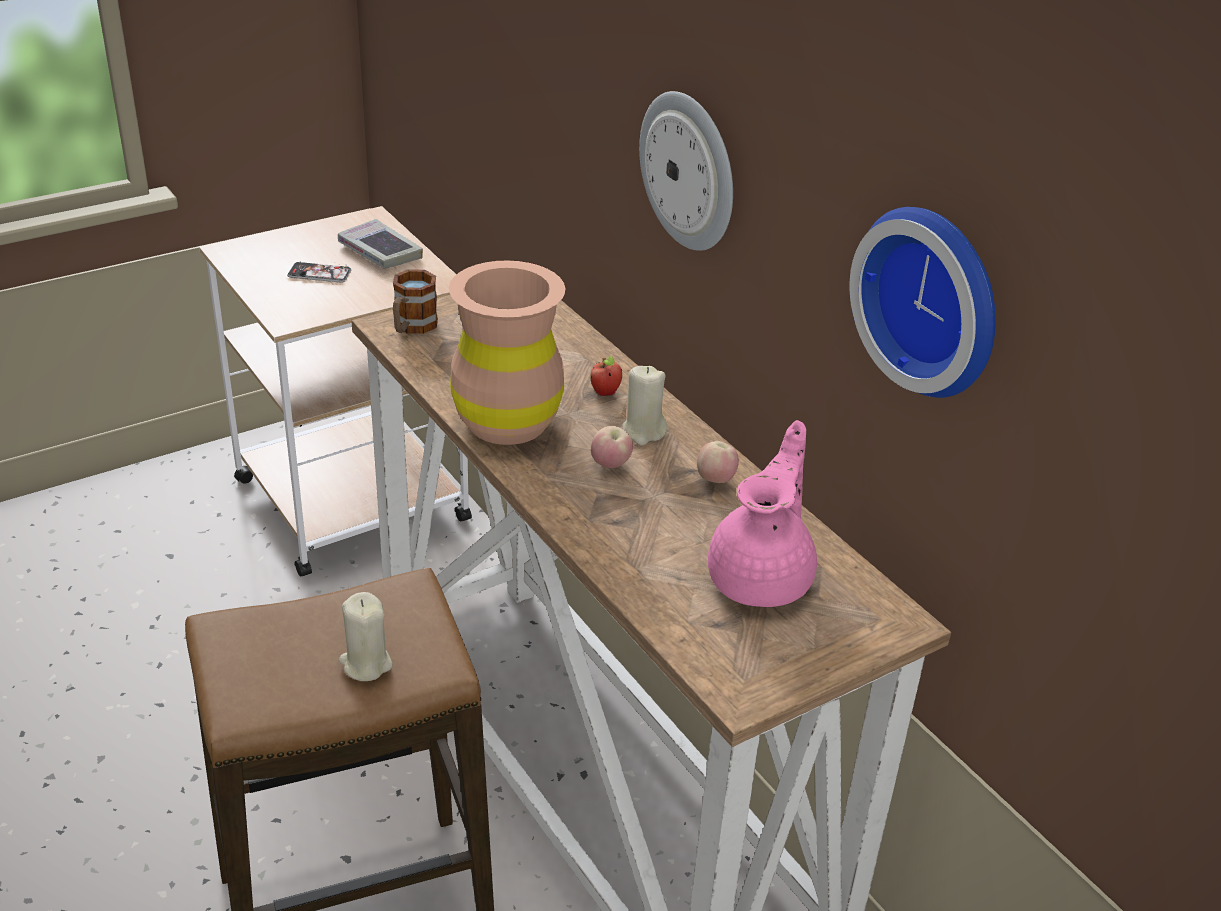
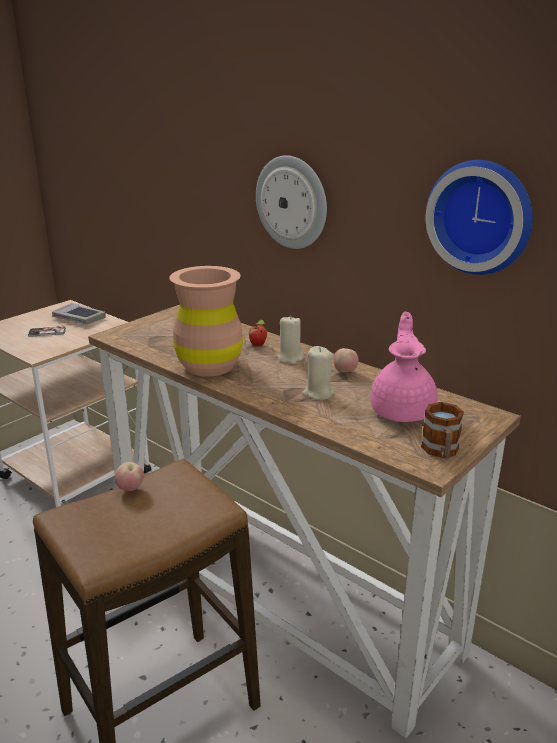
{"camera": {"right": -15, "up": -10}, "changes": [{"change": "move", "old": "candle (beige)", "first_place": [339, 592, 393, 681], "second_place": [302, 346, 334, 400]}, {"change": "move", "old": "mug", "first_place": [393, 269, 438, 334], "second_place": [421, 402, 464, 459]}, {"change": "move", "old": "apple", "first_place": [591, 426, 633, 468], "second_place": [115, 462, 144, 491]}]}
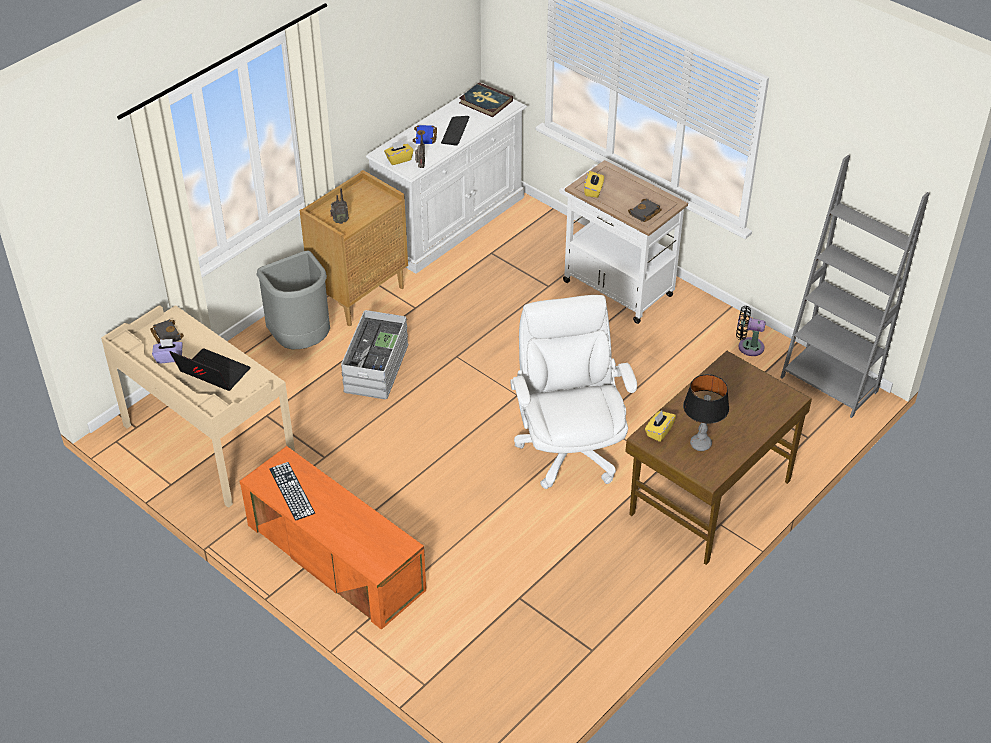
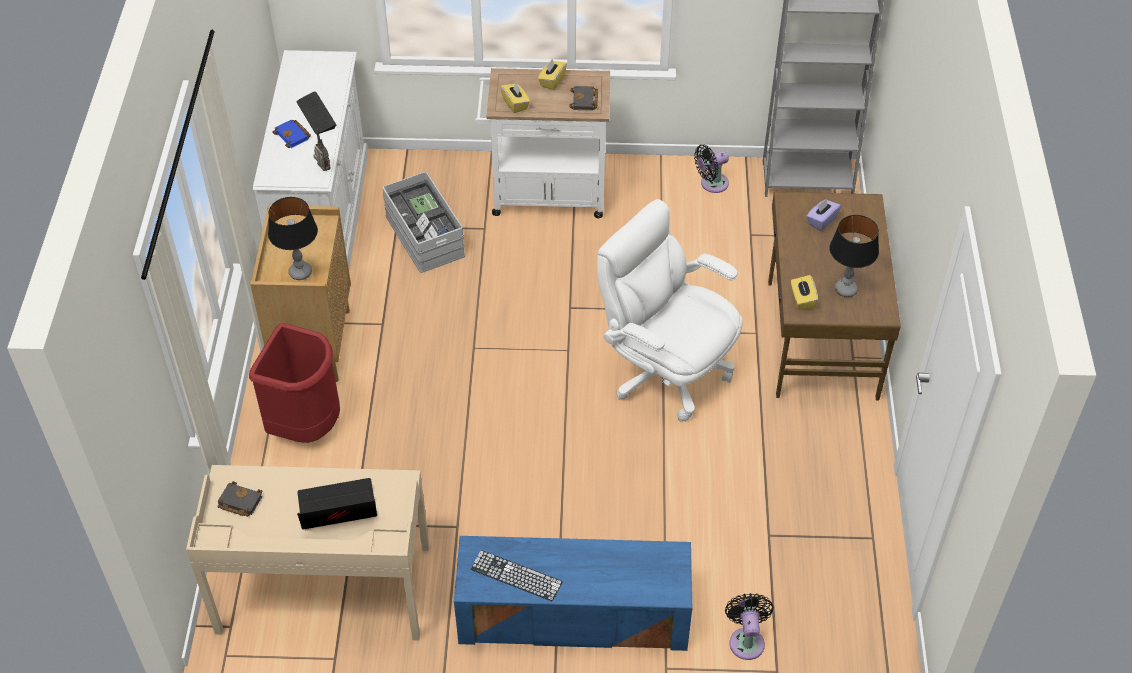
{"camera": {"right": -40, "up": 5}, "changes": [{"change": "move", "old": "tissue box (purple)", "first_place": [152, 339, 182, 363], "second_place": [807, 198, 841, 231]}, {"change": "recolor", "old": "bench (orange)", "new": "bench (blue)", "first_place": [239, 446, 426, 630], "second_place": [454, 536, 692, 651]}, {"change": "recolor", "old": "trash can (grey)", "new": "trash can (red)", "first_place": [256, 251, 330, 349], "second_place": [249, 323, 340, 443]}, {"change": "replace", "old": "radio", "new": "table lamp", "first_place": [330, 188, 348, 224], "second_place": [268, 197, 318, 280]}, {"change": "move", "old": "storage box (grey)", "first_place": [341, 310, 408, 399], "second_place": [383, 172, 465, 273]}, {"change": "move", "old": "tissue box (yellow)", "first_place": [384, 140, 413, 165], "second_place": [538, 58, 567, 90]}, {"change": "delete", "old": "book", "first_place": [459, 82, 513, 117]}, {"change": "insert", "new": "fan (black)", "second_place": [725, 593, 774, 660]}]}
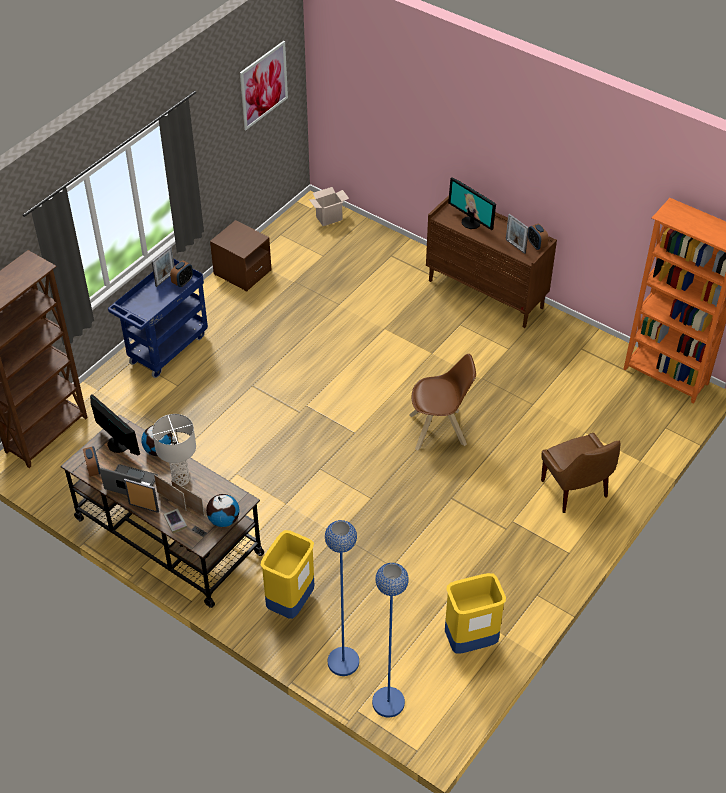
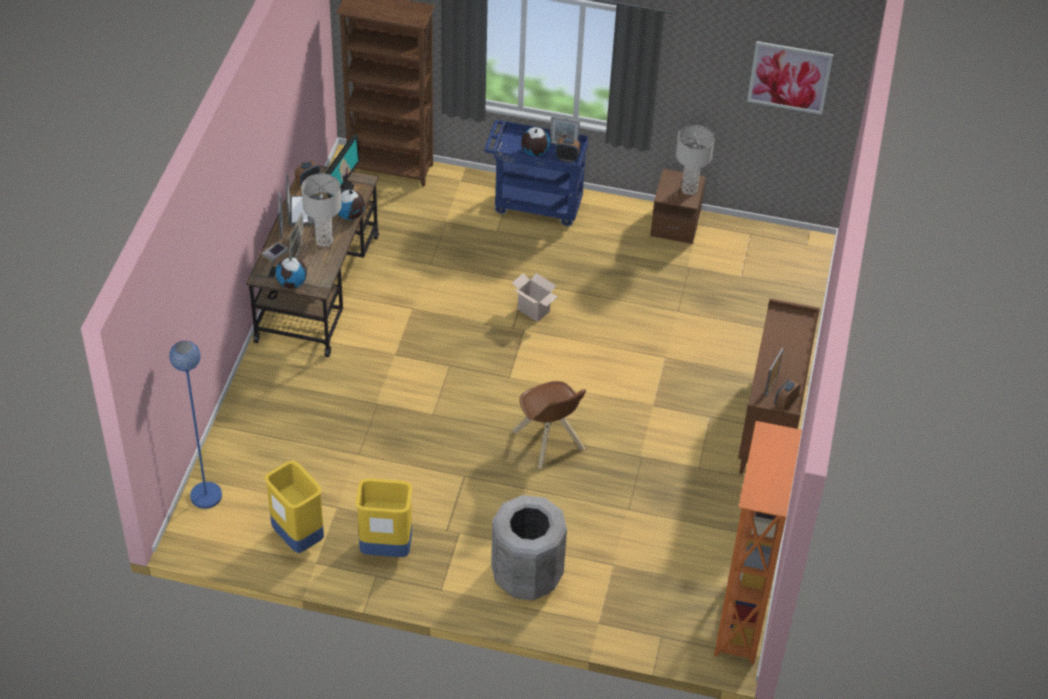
{"camera": {"right": 65, "up": 0}, "changes": [{"change": "move", "old": "trash can (yellow)", "first_place": [260, 530, 314, 619], "second_place": [355, 478, 413, 557]}, {"change": "move", "old": "cardboard box", "first_place": [309, 187, 349, 226], "second_place": [512, 273, 558, 322]}, {"change": "delete", "old": "floor lamp (blue)", "first_place": [325, 520, 359, 676]}, {"change": "delete", "old": "monitor", "first_place": [448, 177, 496, 230]}, {"change": "replace", "old": "chair (brown)", "new": "trash can (grey)", "first_place": [541, 433, 621, 513], "second_place": [491, 495, 567, 601]}, {"change": "insert", "new": "globe", "second_place": [521, 127, 550, 157]}, {"change": "insert", "new": "table lamp (white)", "second_place": [676, 125, 715, 195]}]}
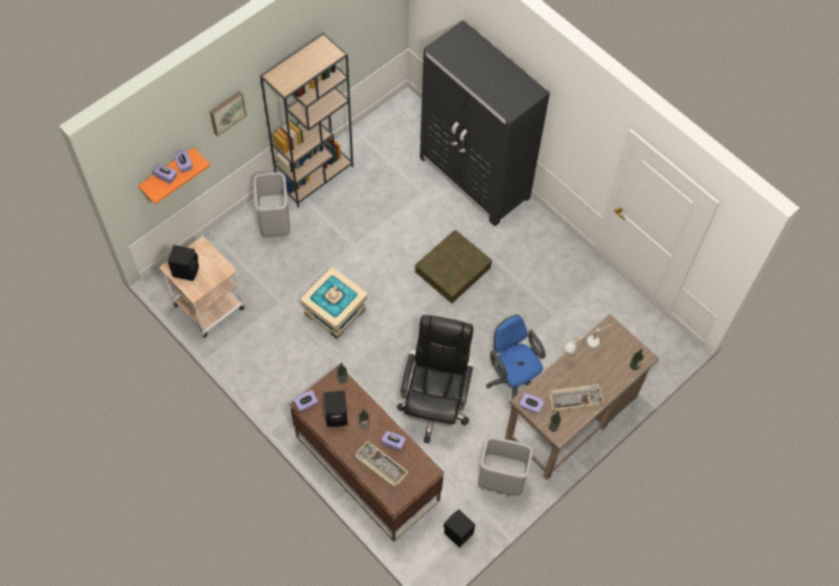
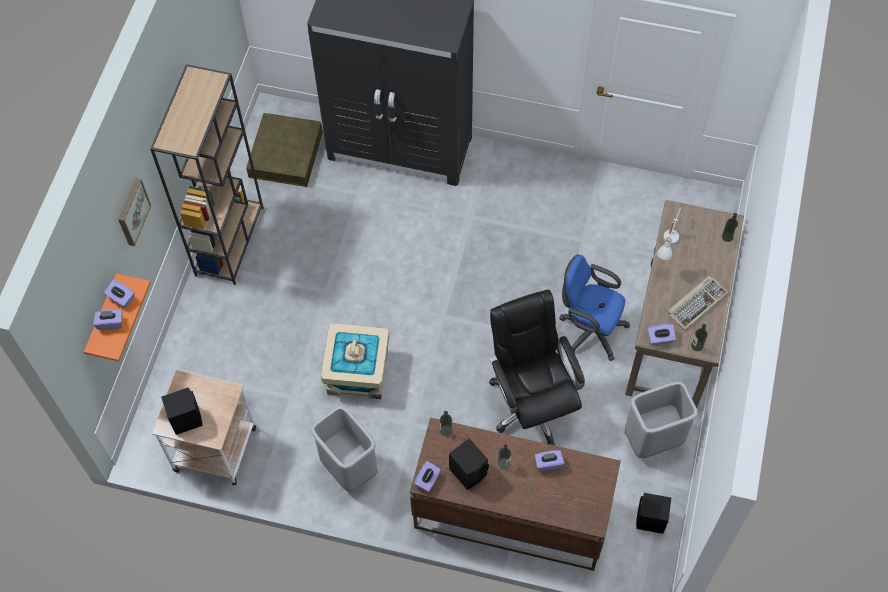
{"camera": {"right": -30, "up": 0}, "changes": [{"change": "move", "old": "trash can (grey)", "first_place": [253, 172, 290, 238], "second_place": [311, 406, 378, 493]}, {"change": "delete", "old": "keyboard", "first_place": [355, 440, 409, 487]}, {"change": "move", "old": "storage box (brown)", "first_place": [415, 230, 492, 304], "second_place": [246, 113, 323, 187]}]}
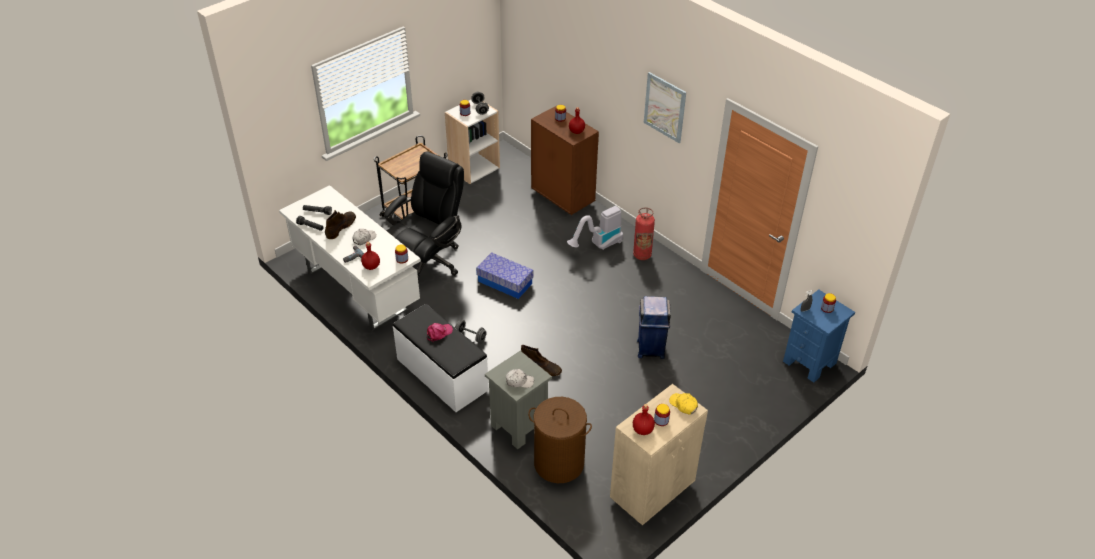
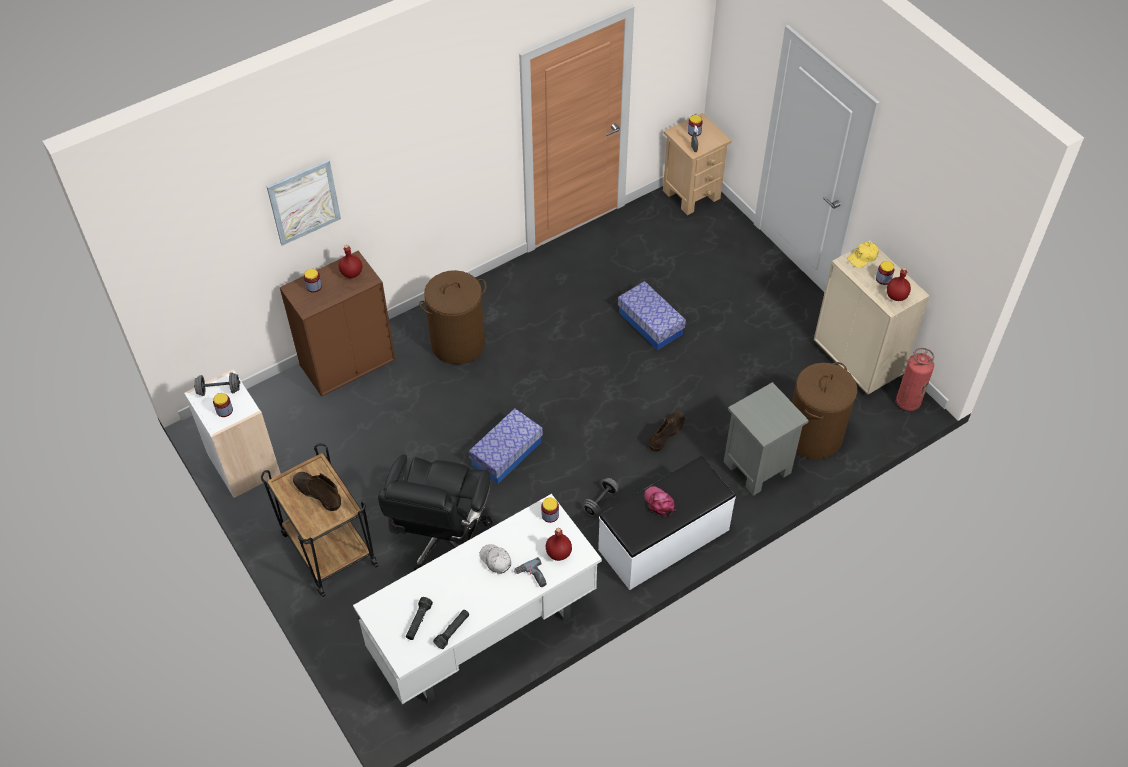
{"camera": {"right": -80, "up": 10}, "changes": [{"change": "move", "old": "boot (brown)", "first_place": [325, 210, 356, 239], "second_place": [293, 472, 341, 511]}, {"change": "rotate", "old": "office chair (black)", "first_place": [384, 151, 464, 284], "second_place": [378, 454, 493, 572], "degrees": -120}, {"change": "delete", "old": "cap (white)", "first_place": [506, 369, 534, 388]}, {"change": "replace", "old": "vacuum cleaner", "new": "laundry basket (brown)", "first_place": [567, 206, 623, 250], "second_place": [419, 270, 486, 365]}, {"change": "move", "old": "fire extinguisher", "first_place": [633, 207, 655, 260], "second_place": [896, 348, 934, 411]}, {"change": "replace", "old": "trash can (blue)", "new": "storage box", "first_place": [637, 296, 671, 359], "second_place": [618, 281, 686, 350]}, {"change": "move", "old": "picture", "first_place": [644, 72, 686, 143], "second_place": [267, 159, 341, 246]}, {"change": "recolor", "old": "nightstand (blue)", "new": "nightstand (beige)", "first_place": [783, 289, 855, 383], "second_place": [663, 113, 732, 215]}]}
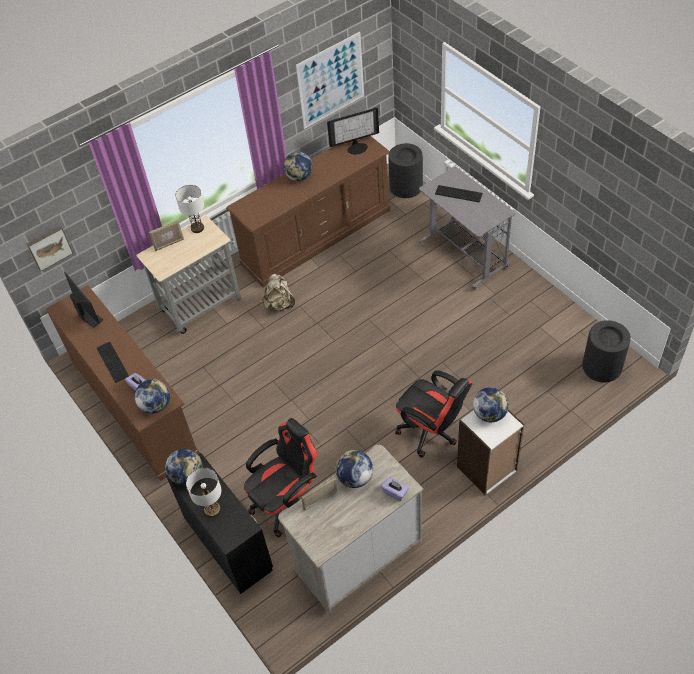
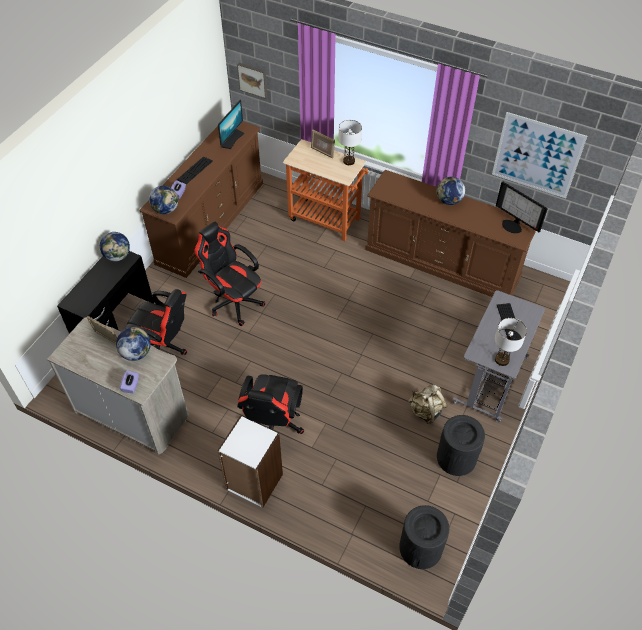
{"camera": {"right": 60, "up": 0}, "changes": [{"change": "recolor", "old": "cart (grey)", "new": "cart (orange)", "first_place": [136, 216, 241, 334], "second_place": [283, 139, 368, 241]}, {"change": "move", "old": "table lamp", "first_place": [186, 468, 221, 518], "second_place": [494, 318, 527, 366]}, {"change": "move", "old": "backpack (beige)", "first_place": [262, 274, 295, 312], "second_place": [408, 384, 447, 424]}, {"change": "move", "old": "trash can (black)", "first_place": [388, 143, 423, 198], "second_place": [437, 415, 485, 476]}, {"change": "delete", "old": "globe", "first_place": [473, 387, 509, 422]}, {"change": "insert", "new": "office chair (black)", "second_place": [195, 222, 265, 326]}]}
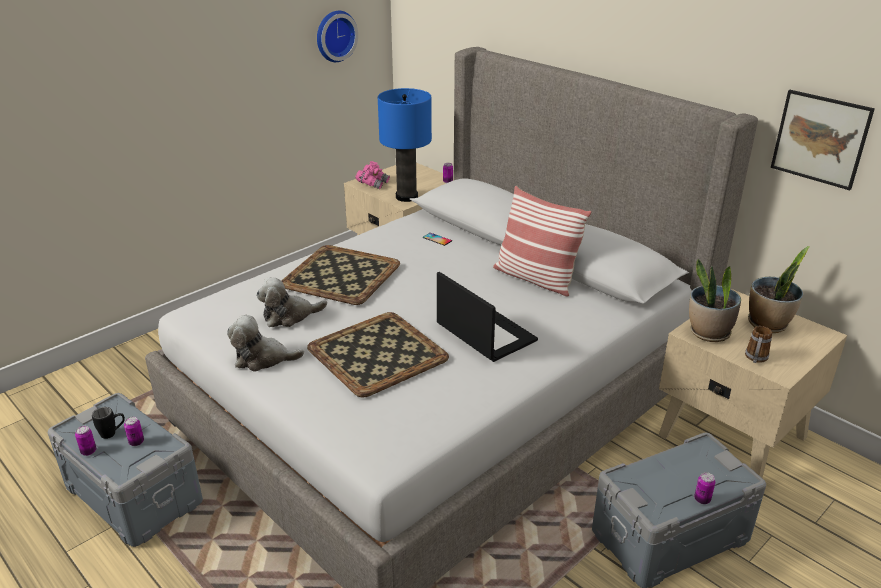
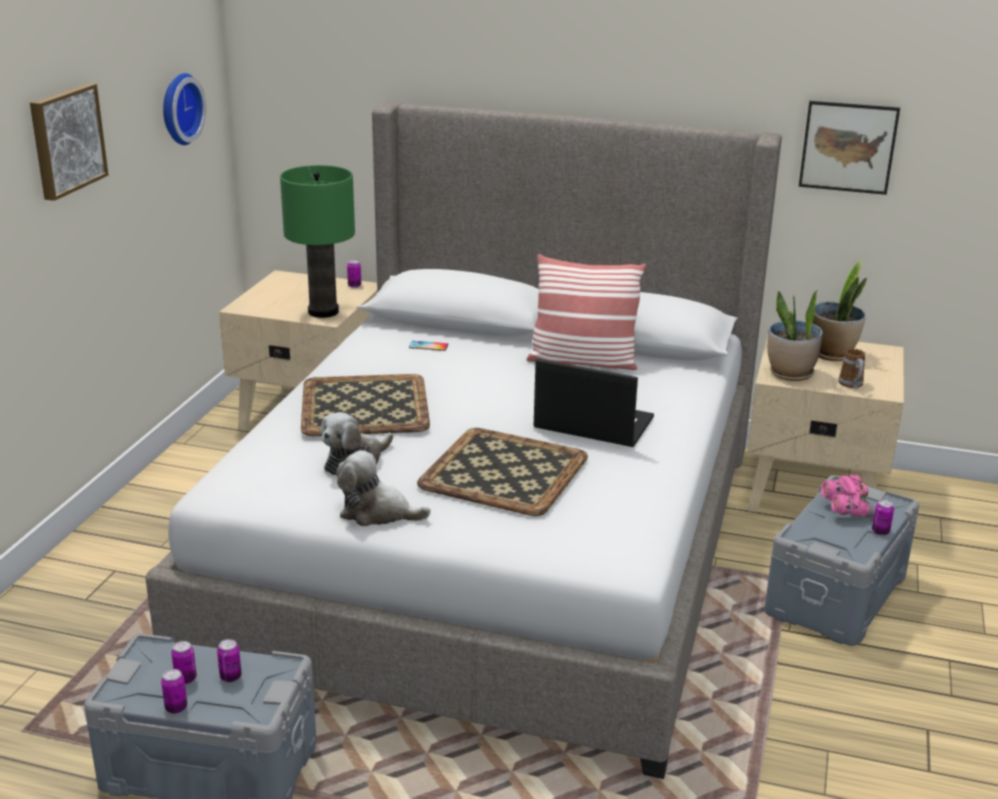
{"camera": {"right": -30, "up": -5}, "changes": [{"change": "replace", "old": "mug (black)", "new": "can", "first_place": [92, 407, 125, 439], "second_place": [171, 641, 197, 684]}, {"change": "rotate", "old": "plush toy", "first_place": [227, 315, 304, 372], "second_place": [336, 450, 431, 526], "degrees": 45}, {"change": "move", "old": "binoculars (pink)", "first_place": [355, 161, 390, 189], "second_place": [821, 475, 876, 518]}, {"change": "recolor", "old": "table lamp (blue)", "new": "table lamp (green)", "first_place": [378, 88, 432, 202], "second_place": [280, 165, 355, 318]}, {"change": "insert", "new": "picture", "second_place": [30, 83, 108, 201]}]}
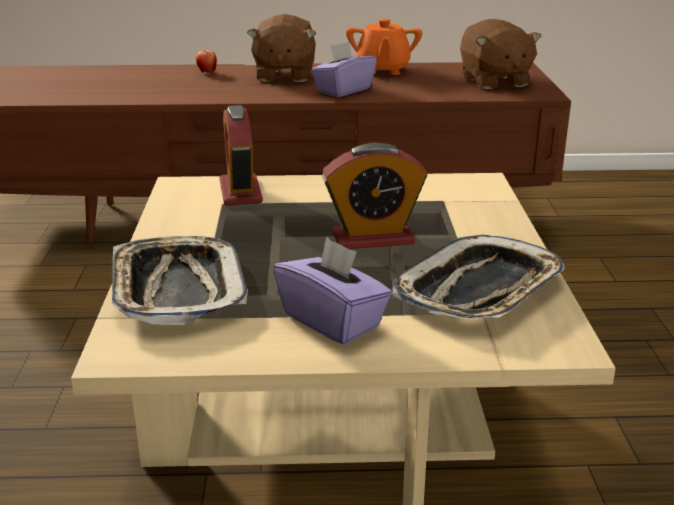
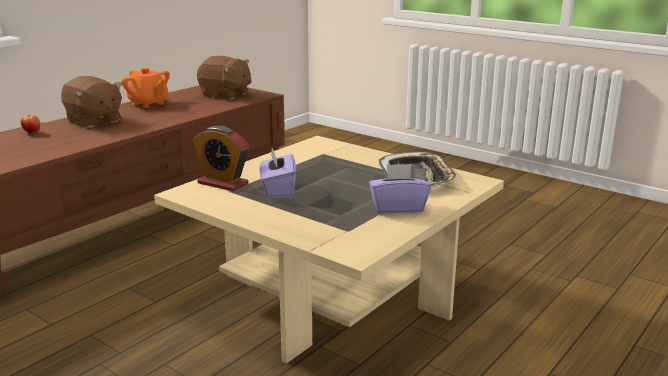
{"camera": {"right": -50, "up": -5}, "changes": [{"change": "delete", "old": "tray", "first_place": [112, 236, 248, 325]}, {"change": "move", "old": "tissue box (purple)", "first_place": [311, 41, 377, 97], "second_place": [260, 148, 296, 198]}, {"change": "delete", "old": "alarm clock", "first_place": [322, 143, 427, 249]}]}
